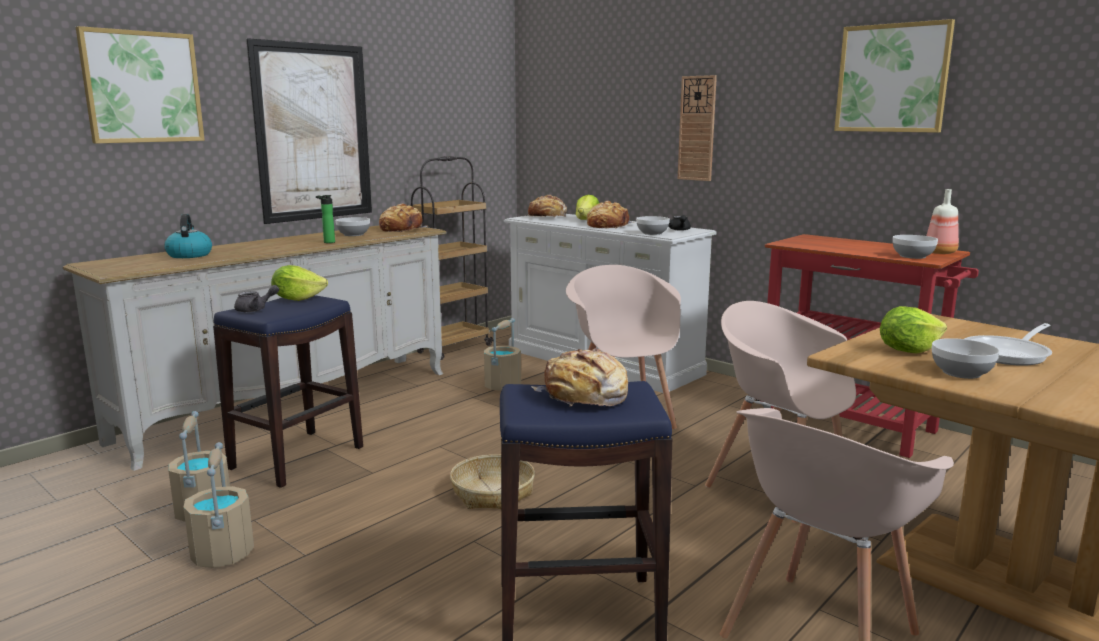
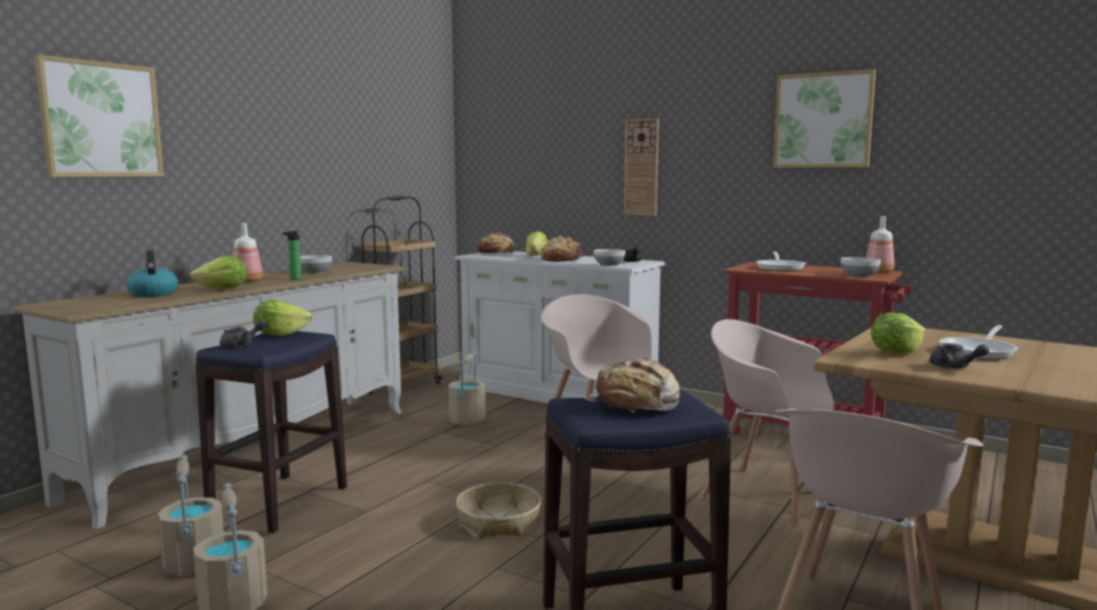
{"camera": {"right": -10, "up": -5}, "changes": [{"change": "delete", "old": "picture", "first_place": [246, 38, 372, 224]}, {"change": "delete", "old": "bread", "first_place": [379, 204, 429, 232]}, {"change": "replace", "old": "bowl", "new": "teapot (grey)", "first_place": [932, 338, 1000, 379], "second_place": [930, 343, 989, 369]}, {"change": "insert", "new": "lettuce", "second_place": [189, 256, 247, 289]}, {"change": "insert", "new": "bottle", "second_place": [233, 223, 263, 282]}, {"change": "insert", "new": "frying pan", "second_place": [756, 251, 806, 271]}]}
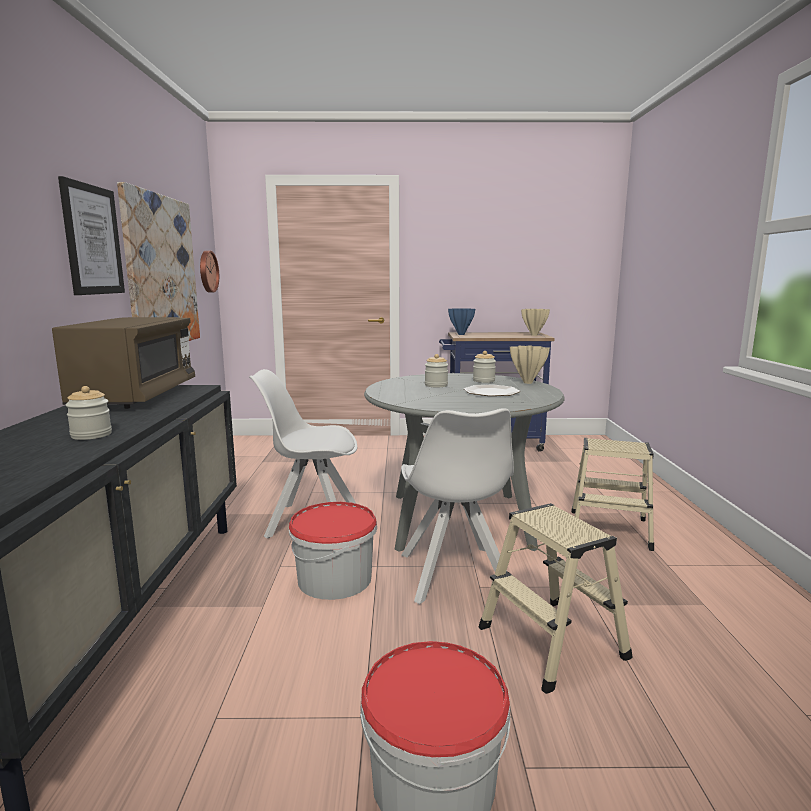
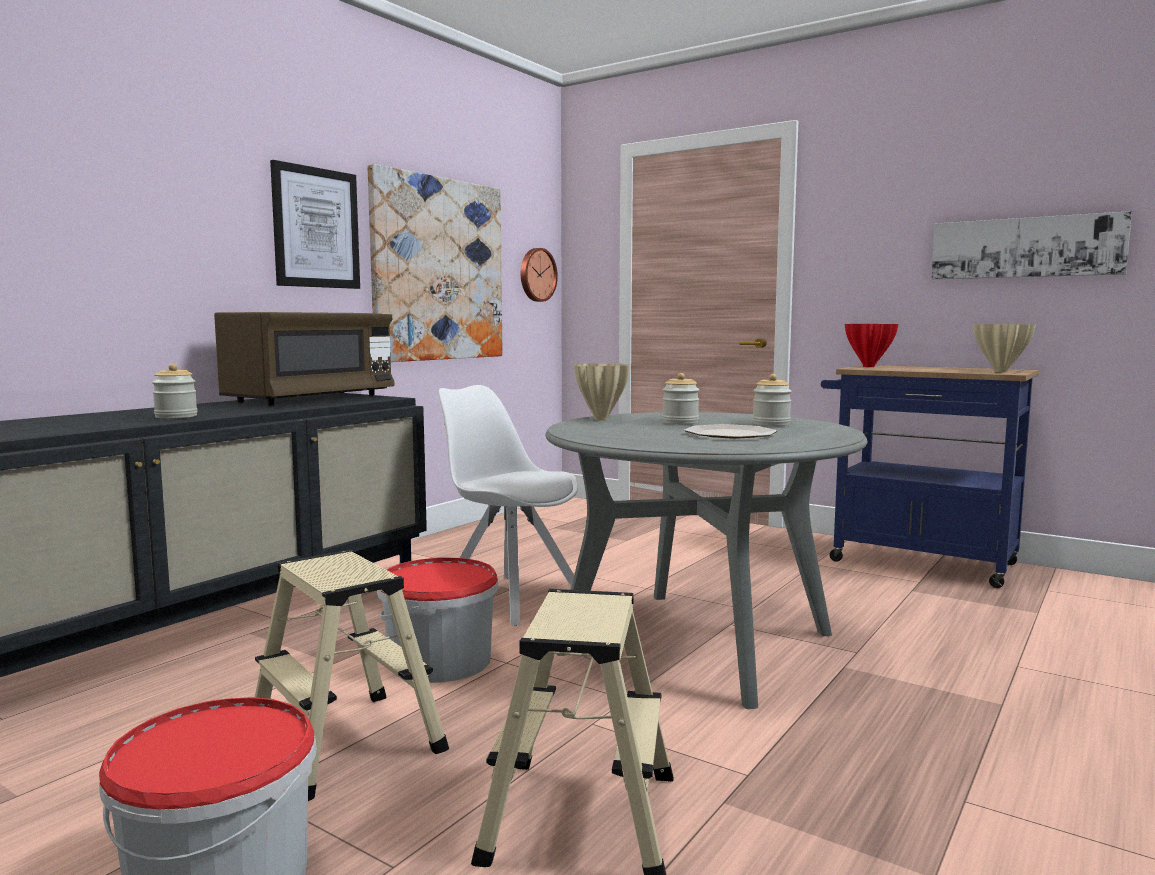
{"camera": {"right": 35, "up": -5}, "changes": [{"change": "delete", "old": "chair (white)", "first_place": [401, 408, 514, 604]}, {"change": "recolor", "old": "vase (blue)", "new": "vase (red)", "first_place": [448, 308, 475, 335], "second_place": [845, 324, 898, 367]}, {"change": "move", "old": "vase (beige)", "first_place": [510, 345, 550, 384], "second_place": [574, 363, 631, 420]}, {"change": "move", "old": "step ladder (beige)", "first_place": [571, 438, 654, 551], "second_place": [255, 549, 449, 801]}, {"change": "insert", "new": "picture", "second_place": [931, 211, 1132, 279]}]}
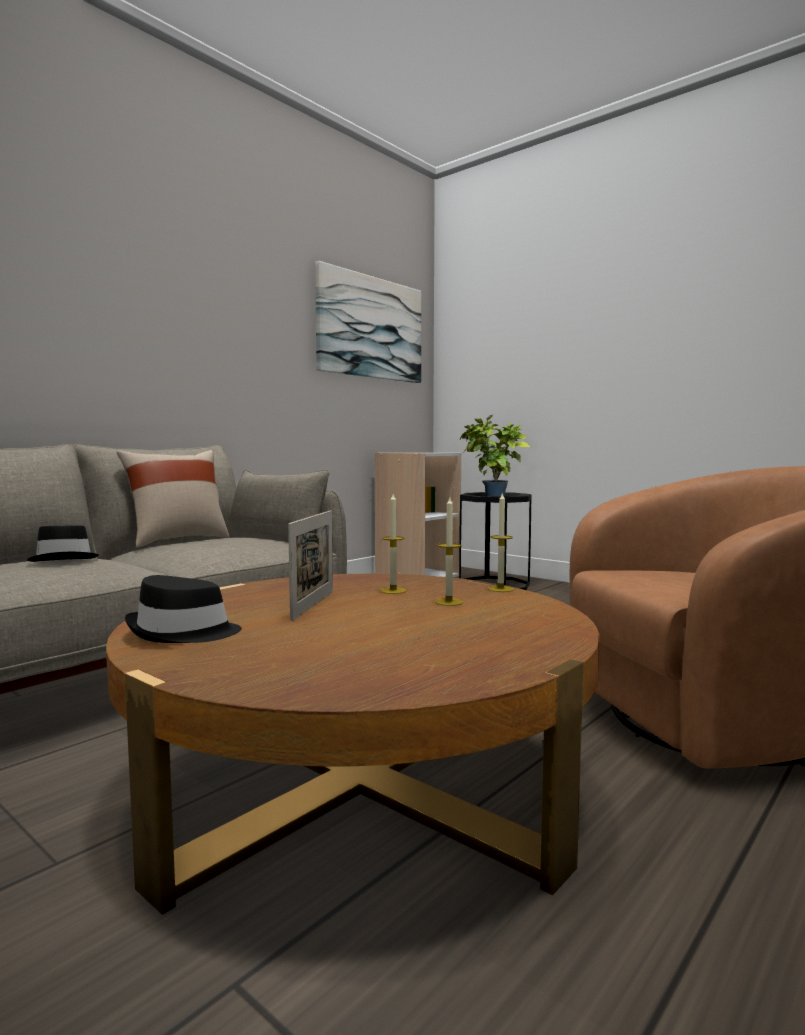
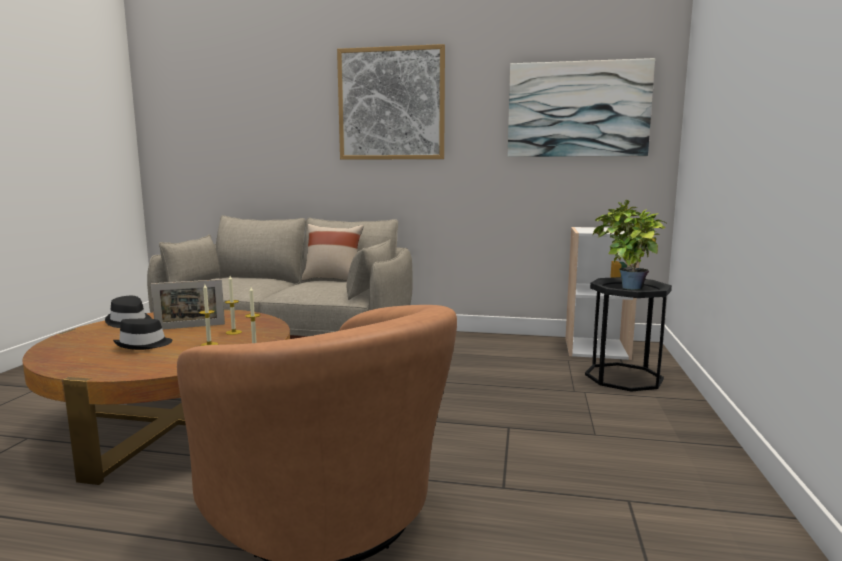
{"camera": {"right": 60, "up": 5}, "changes": [{"change": "move", "old": "hat (black)", "first_place": [27, 525, 99, 562], "second_place": [113, 318, 172, 350]}, {"change": "insert", "new": "picture", "second_place": [337, 44, 445, 160]}]}
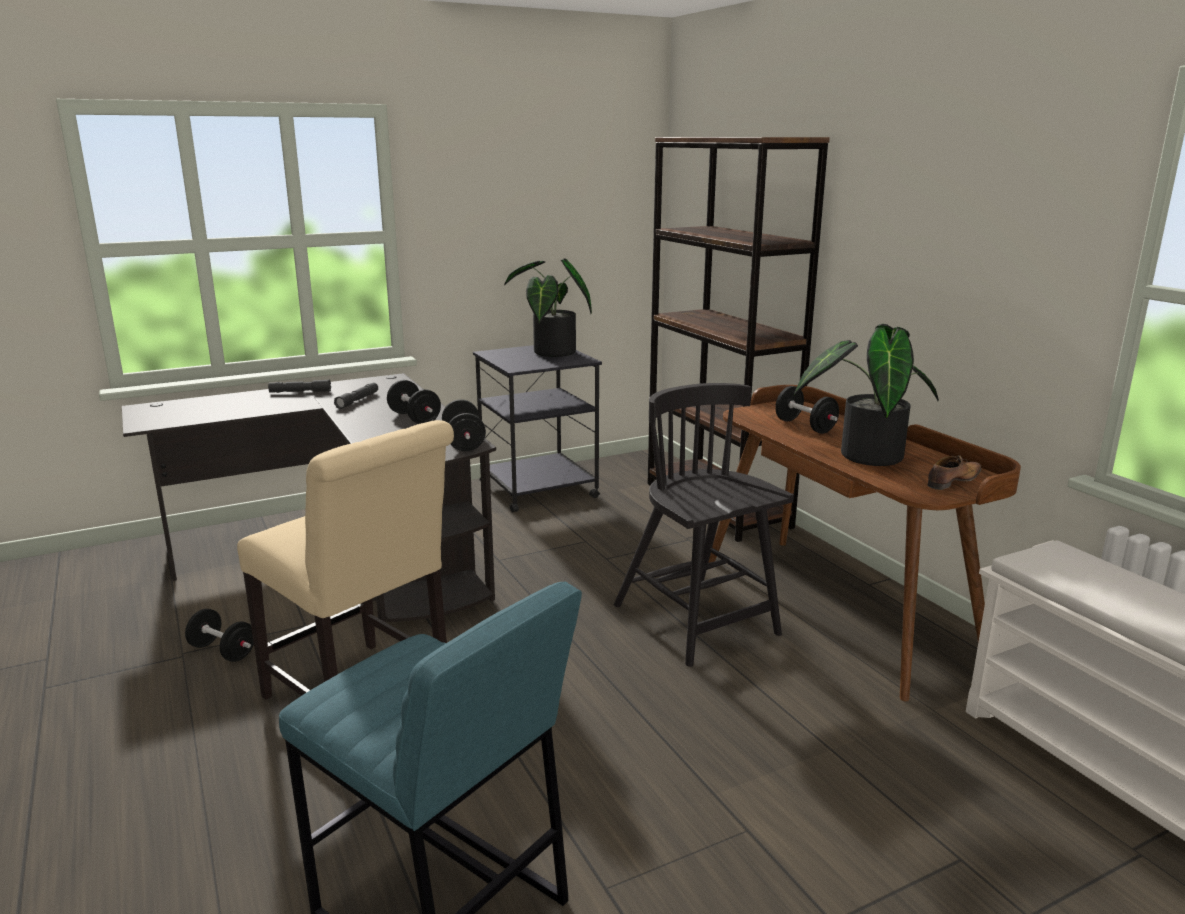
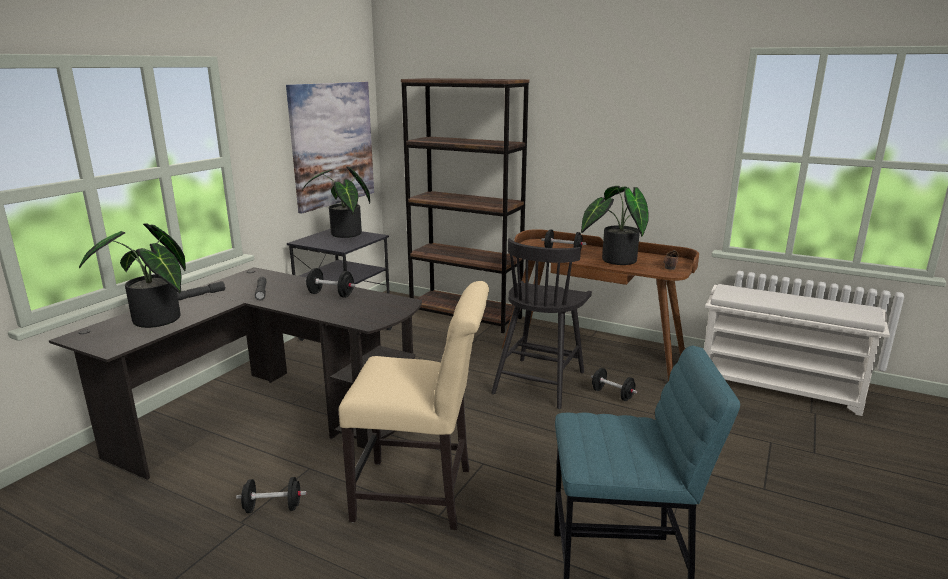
{"camera": {"right": -35, "up": 0}, "changes": [{"change": "move", "old": "dumbbell (black)", "first_place": [442, 399, 486, 451], "second_place": [591, 368, 637, 401]}, {"change": "rotate", "old": "chair (black)", "first_place": [614, 383, 794, 667], "second_place": [491, 238, 592, 409], "degrees": -90}, {"change": "insert", "new": "potted plant", "second_place": [79, 223, 186, 328]}, {"change": "insert", "new": "picture", "second_place": [286, 82, 374, 214]}]}
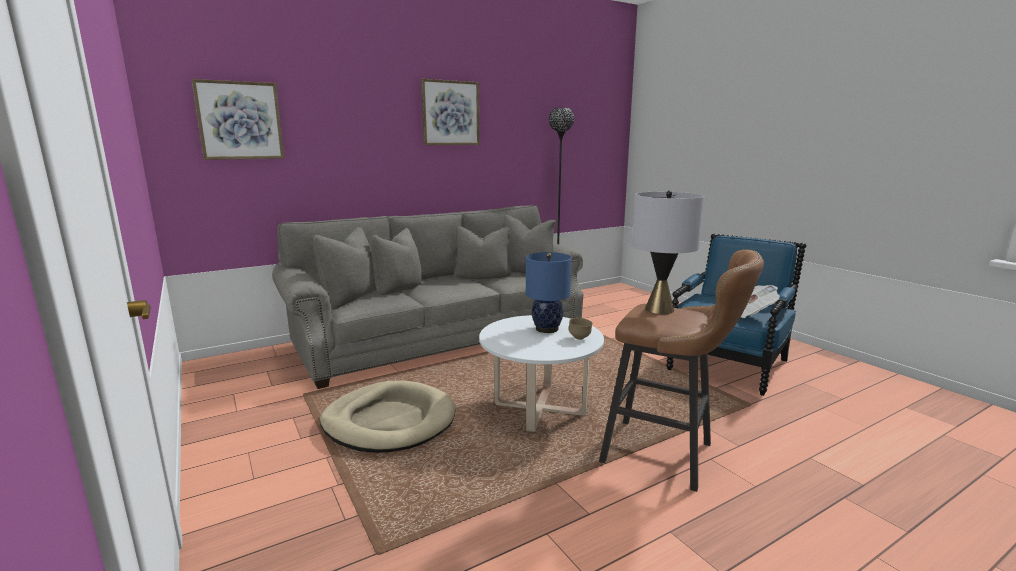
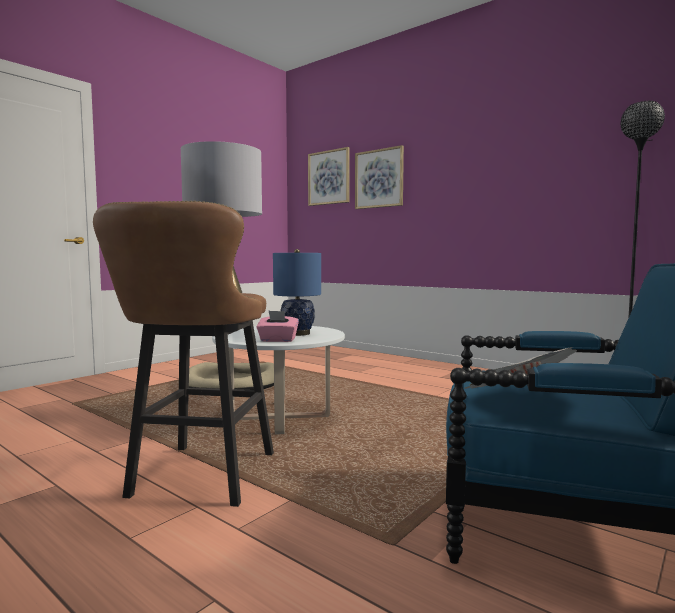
{"camera": {"right": 70, "up": -10}, "changes": [{"change": "delete", "old": "sofa (grey)", "first_place": [272, 205, 583, 389]}, {"change": "move", "old": "picture", "first_place": [421, 79, 480, 145], "second_place": [355, 145, 404, 209]}, {"change": "replace", "old": "bowl (brown)", "new": "tissue box (pink)", "first_place": [569, 318, 593, 340], "second_place": [256, 311, 299, 342]}]}
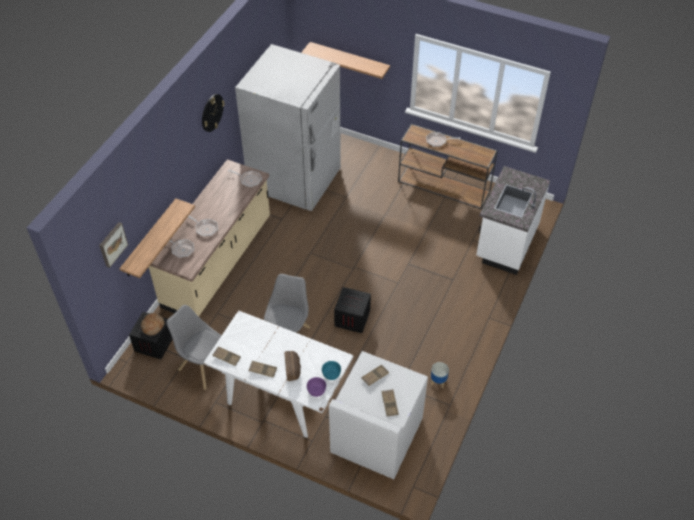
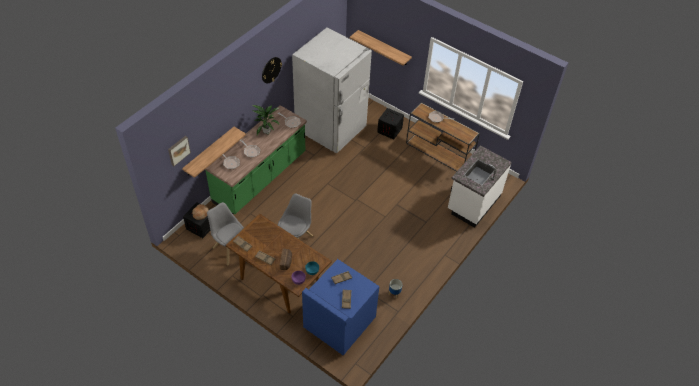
{"camera": {"right": 10, "up": 0}, "changes": [{"change": "recolor", "old": "counter (beige)", "new": "counter (green)", "first_place": [149, 159, 270, 317], "second_place": [205, 105, 307, 214]}, {"change": "recolor", "old": "dining table (white)", "new": "dining table (brown)", "first_place": [203, 310, 354, 438], "second_place": [226, 214, 332, 314]}, {"change": "recolor", "old": "washing machine (white)", "new": "washing machine (blue)", "first_place": [329, 351, 428, 479], "second_place": [302, 259, 379, 355]}, {"change": "move", "old": "crate", "first_place": [334, 287, 371, 333], "second_place": [377, 108, 404, 139]}, {"change": "insert", "new": "potted plant", "second_place": [252, 105, 280, 135]}]}
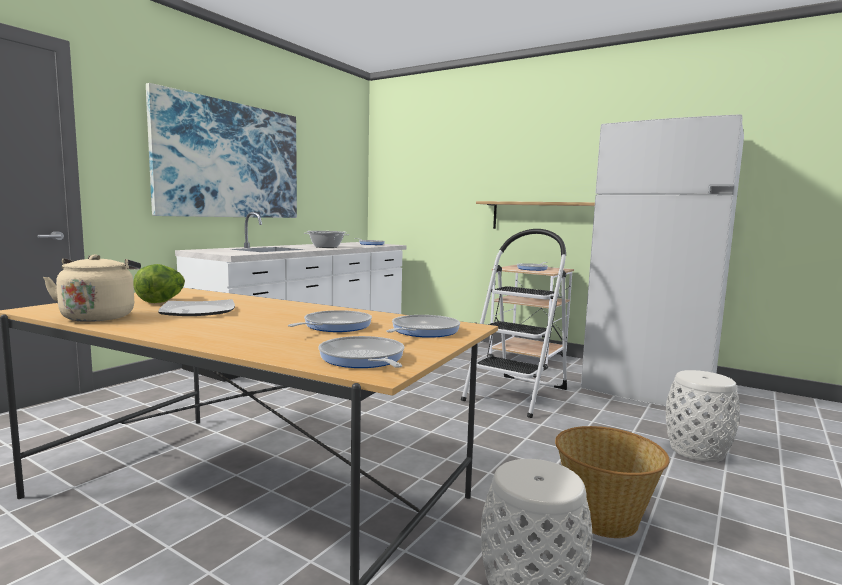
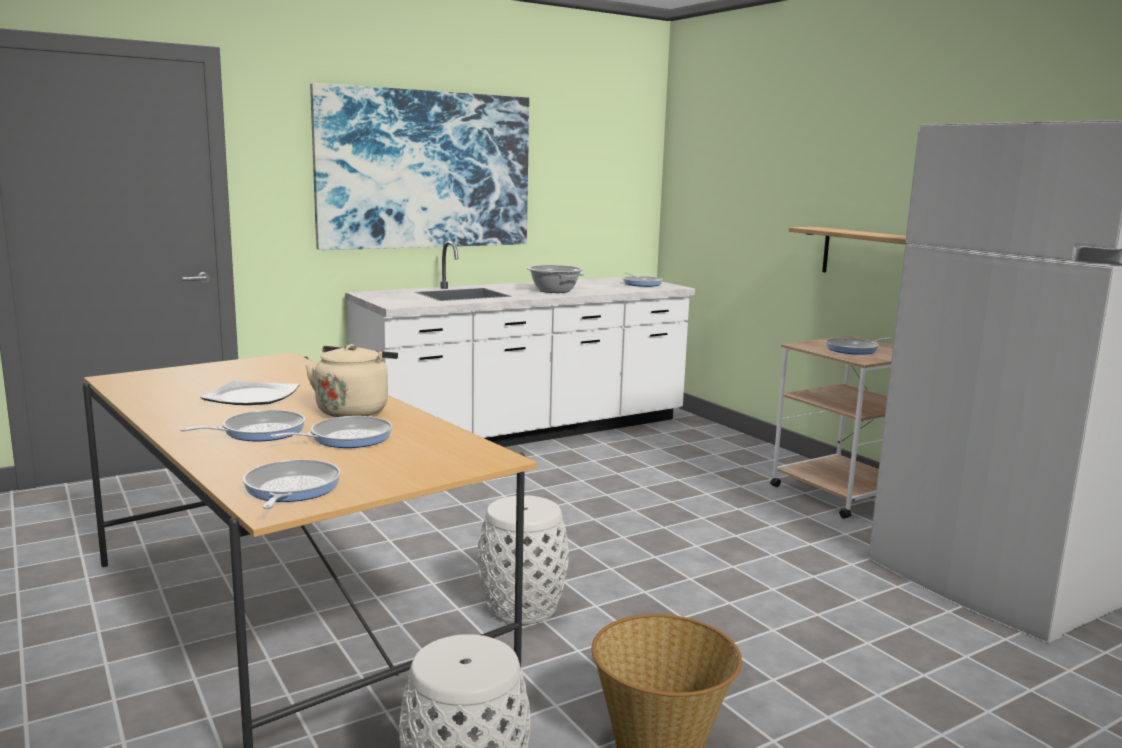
{"camera": {"right": 25, "up": 5}, "changes": [{"change": "move", "old": "kettle (beige)", "first_place": [43, 254, 141, 322], "second_place": [305, 344, 398, 417]}, {"change": "delete", "old": "lettuce", "first_place": [133, 264, 185, 303]}, {"change": "move", "old": "frying pan", "first_place": [386, 315, 460, 338], "second_place": [180, 410, 305, 442]}, {"change": "delete", "old": "step ladder", "first_place": [461, 229, 567, 418]}, {"change": "move", "old": "stool (white)", "first_place": [666, 370, 740, 462], "second_place": [478, 495, 569, 625]}]}
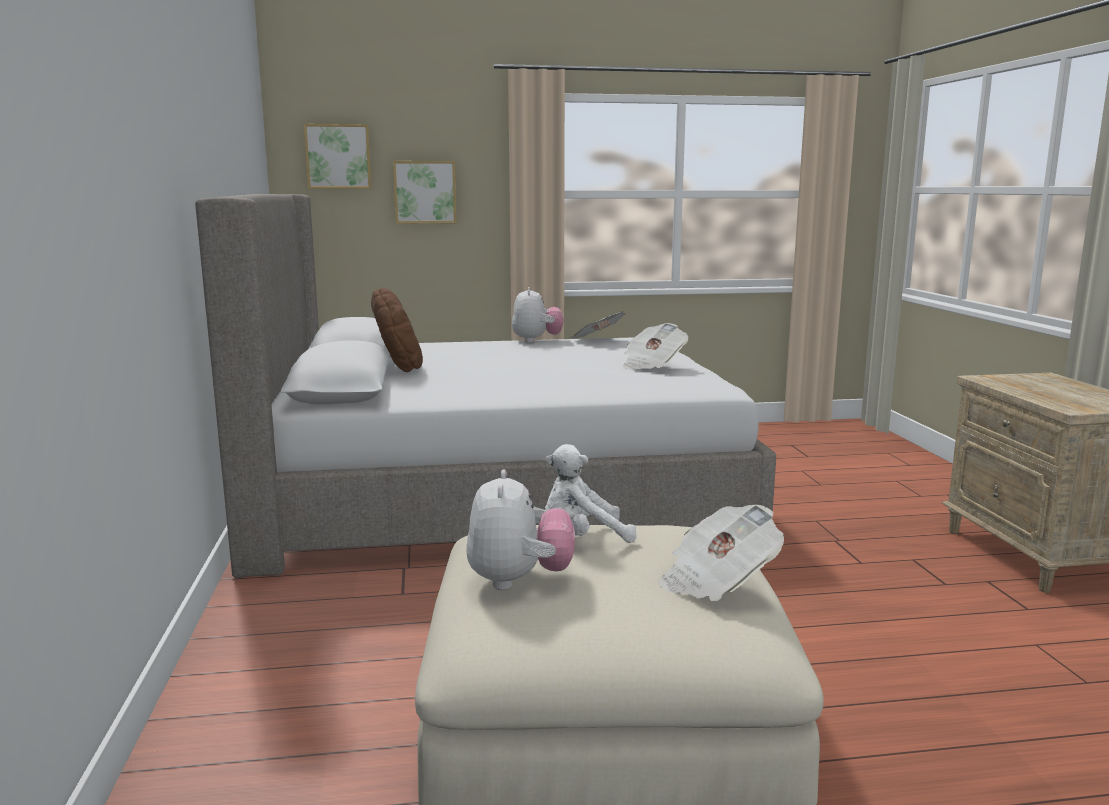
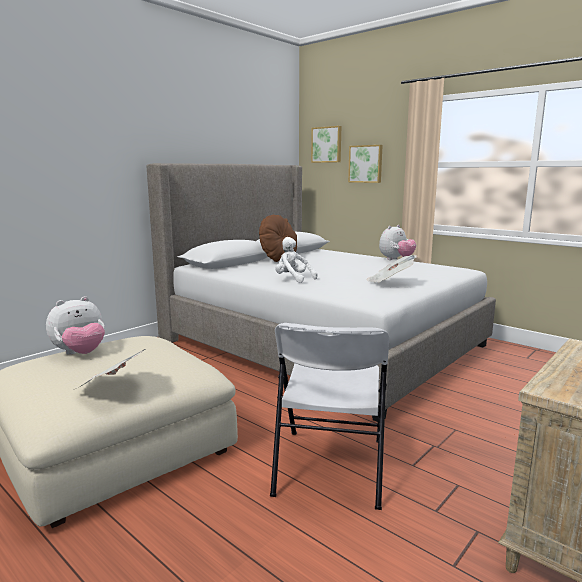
{"camera": {"right": 50, "up": 0}, "changes": [{"change": "move", "old": "plush toy (white)", "first_place": [545, 444, 637, 543], "second_place": [275, 237, 317, 283]}, {"change": "delete", "old": "newspaper", "first_place": [570, 311, 626, 338]}, {"change": "insert", "new": "chair (white)", "second_place": [270, 323, 389, 510]}]}
